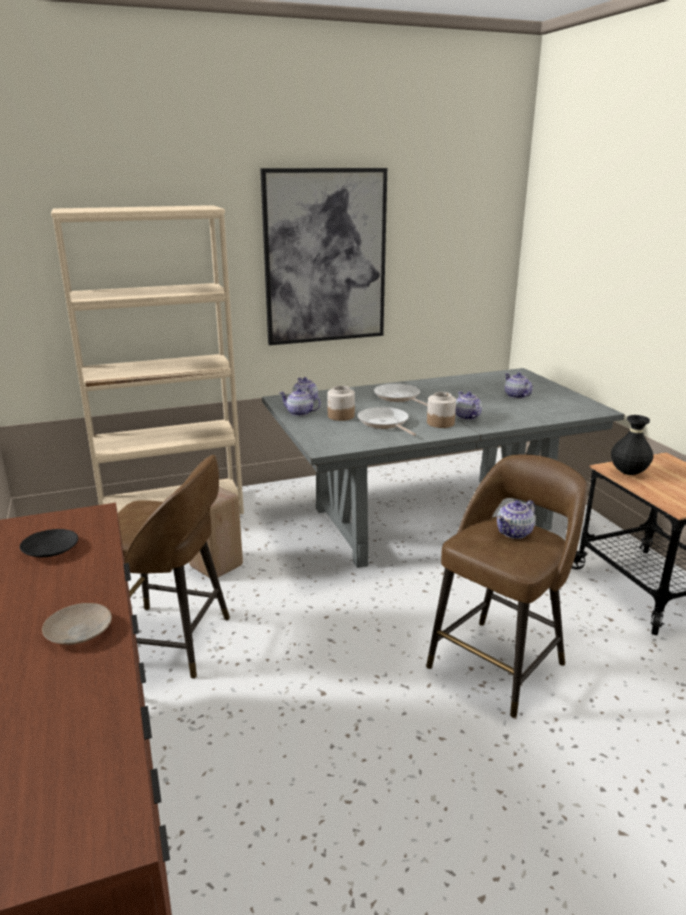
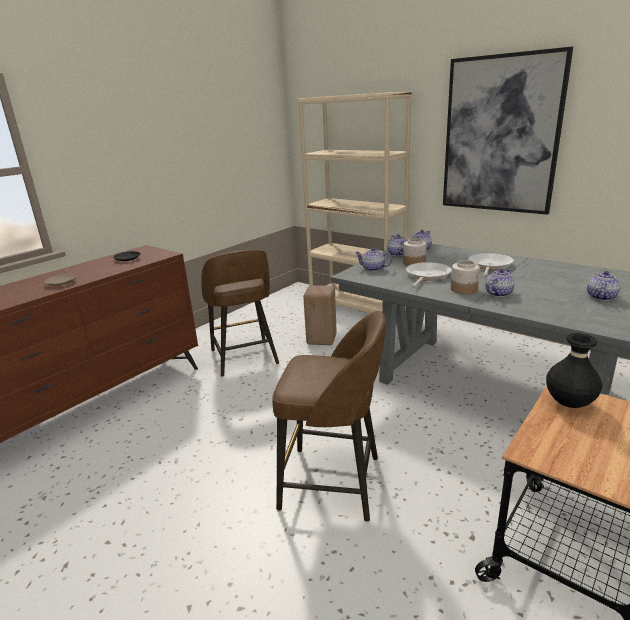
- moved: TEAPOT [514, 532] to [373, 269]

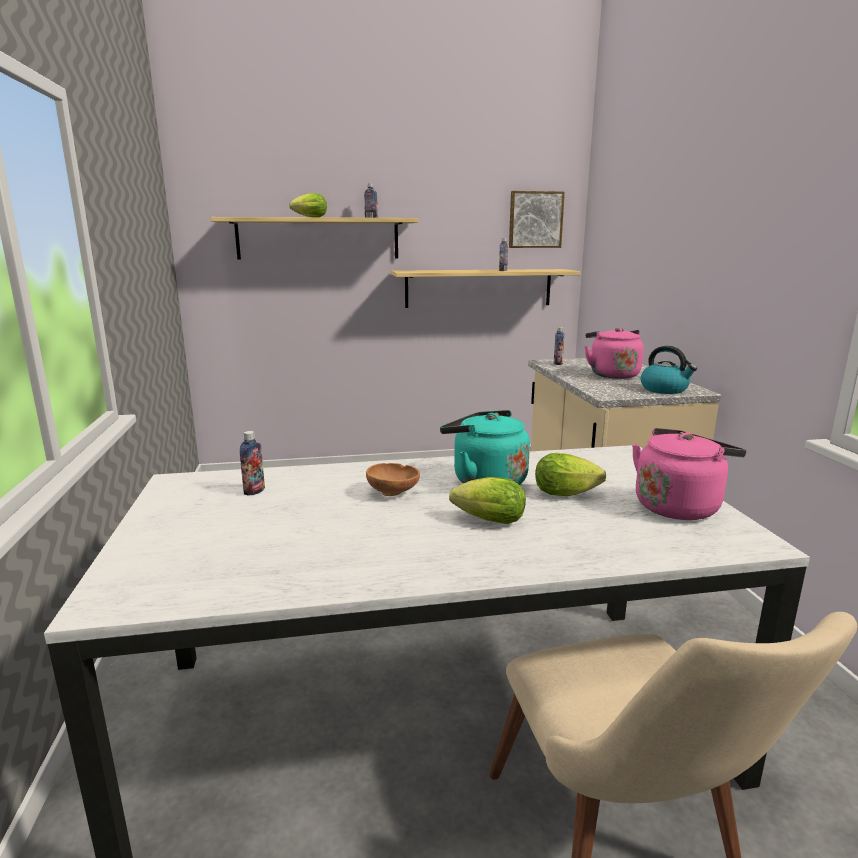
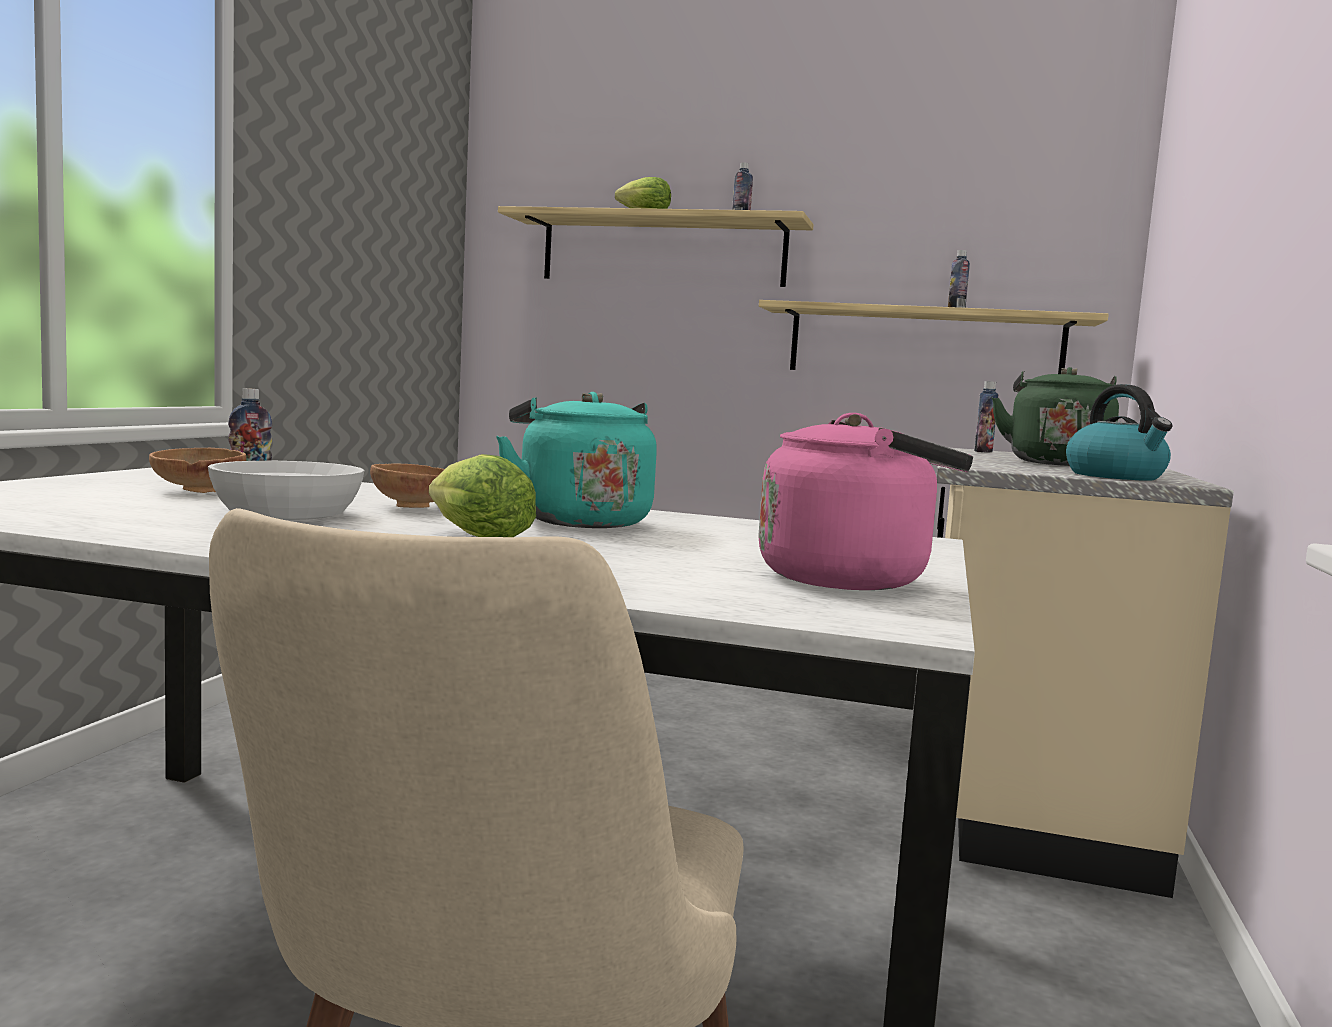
- removed: WALL PICTURE [535, 220]
- recoloured: PINKISH KETTLE [612, 374] to GREEN KETTLE [1056, 463]
- removed: LETTUCE [569, 494]
- added: BROWNISH DEEP DISH [196, 491]
- added: WHITISH DEEP DISH [287, 513]

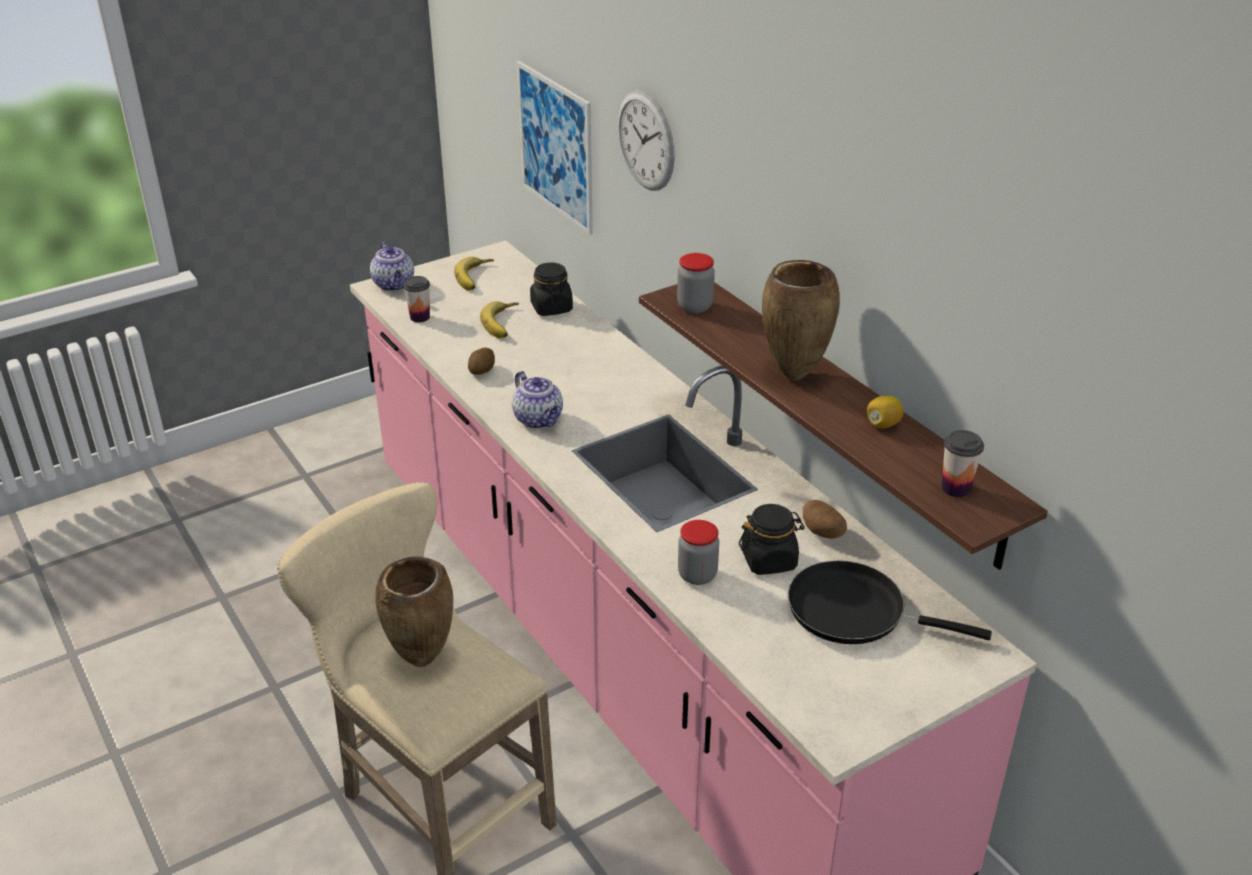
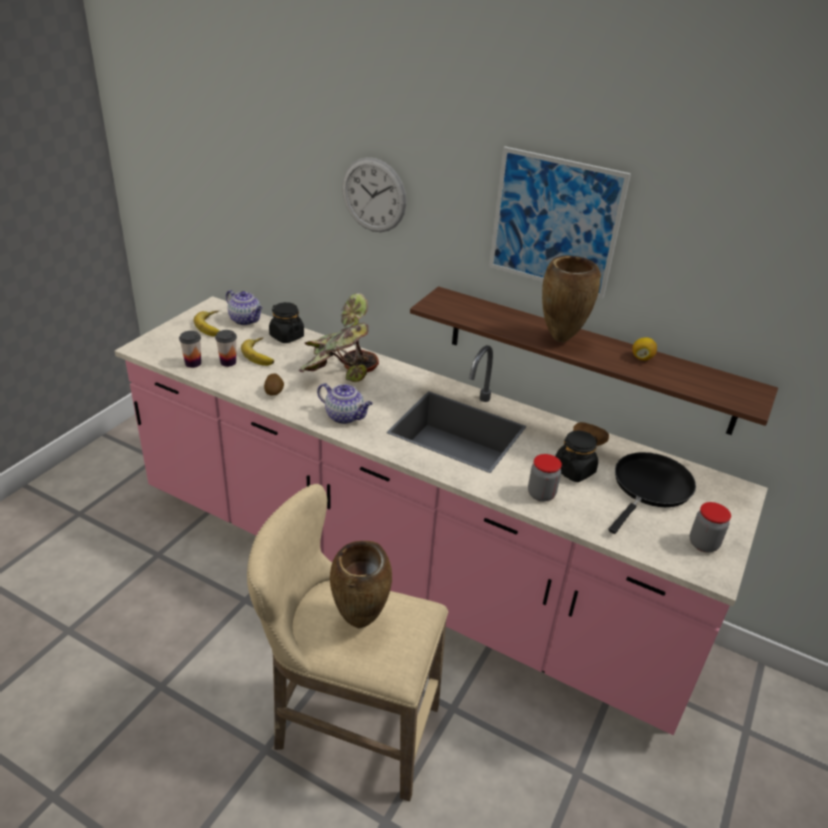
- moved: WALL PICTURE [555, 147] to [555, 223]
- moved: TEAPOT [394, 285] to [246, 320]
- moved: STORAGE JAR [694, 306] to [703, 544]
- moved: CUP [955, 488] to [228, 362]
- turned: BLACK PAN [854, 611] = [650, 488] 135 degrees clockwise
- added: PLANT IN A POT [338, 370]

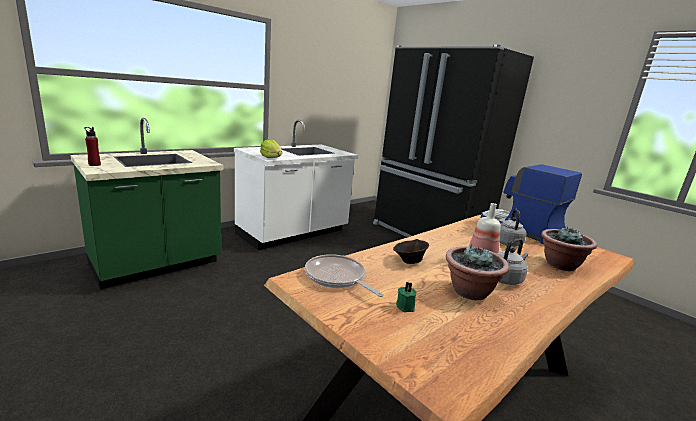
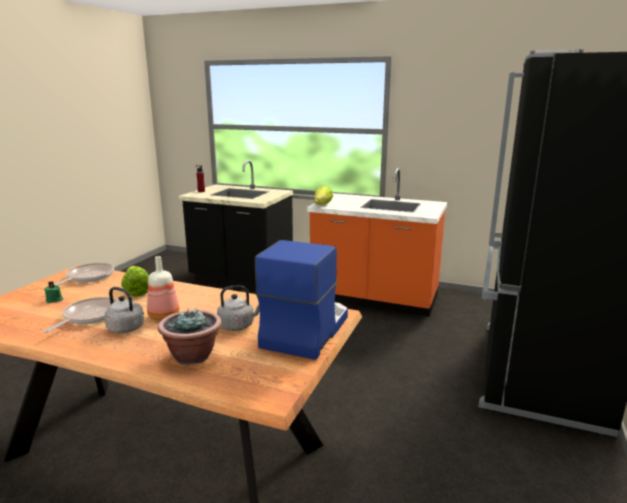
- recoloured: GREEN KITCHEN COUNTER [156, 265] to BLACK KITCHEN COUNTER [241, 279]
- recoloured: WHITISH KITCHEN COUNTER [294, 233] to ORANGE-COLOURED KITCHEN COUNTER [374, 299]
- replaced: BROWNISH DEEP DISH [409, 261] to LETTUCE [136, 291]
- replaced: PLANT IN A POT [469, 292] to PAN [89, 317]

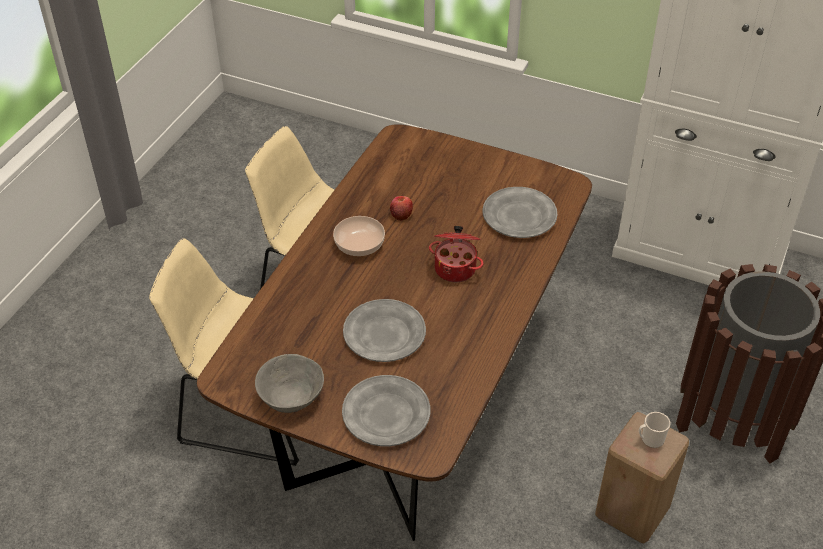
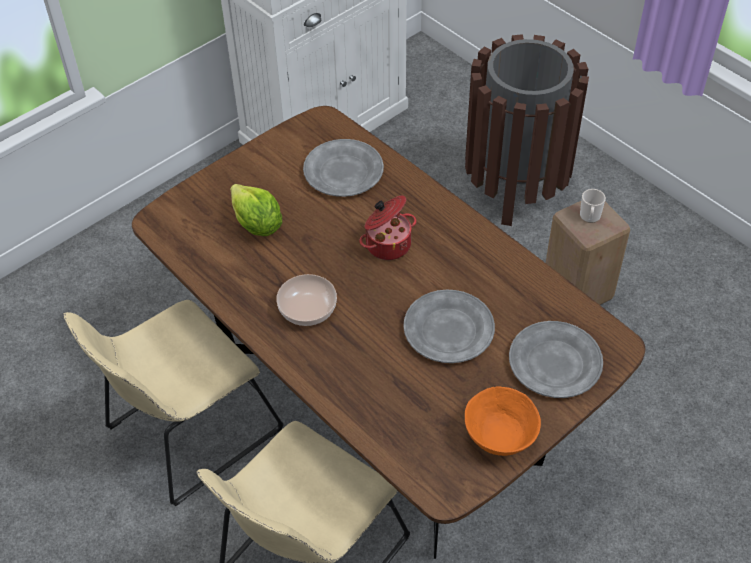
- removed: APPLE FRUIT [401, 214]
- recoloured: GREY DEEP DISH [291, 399] to ORANGE-COLOURED DEEP DISH [501, 436]
- added: LETTUCE [257, 225]

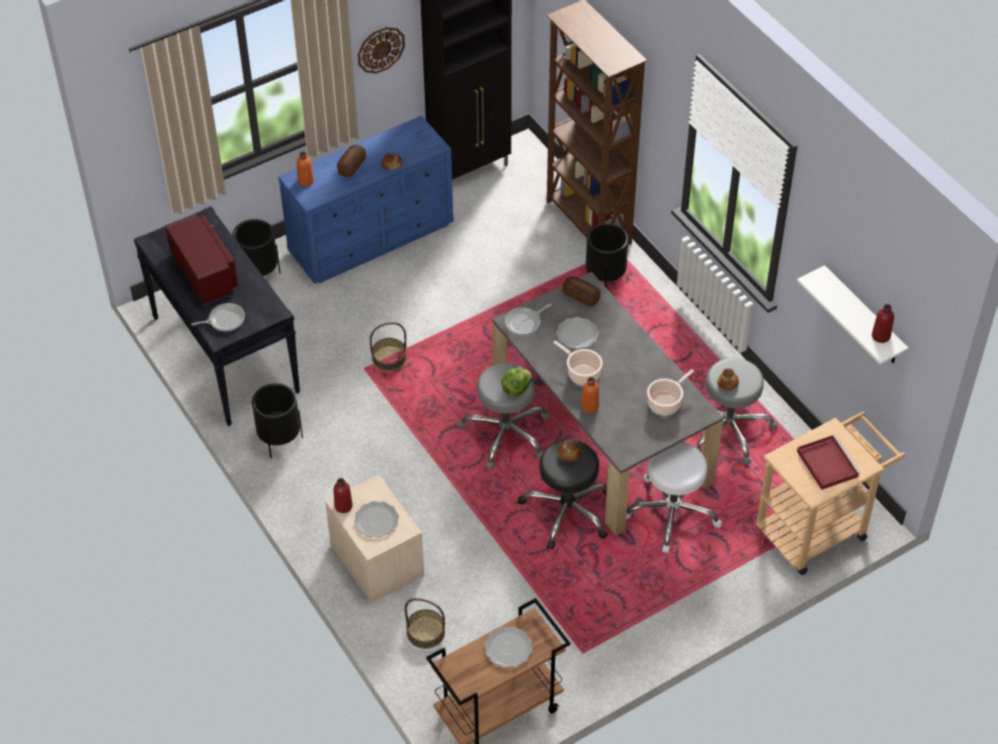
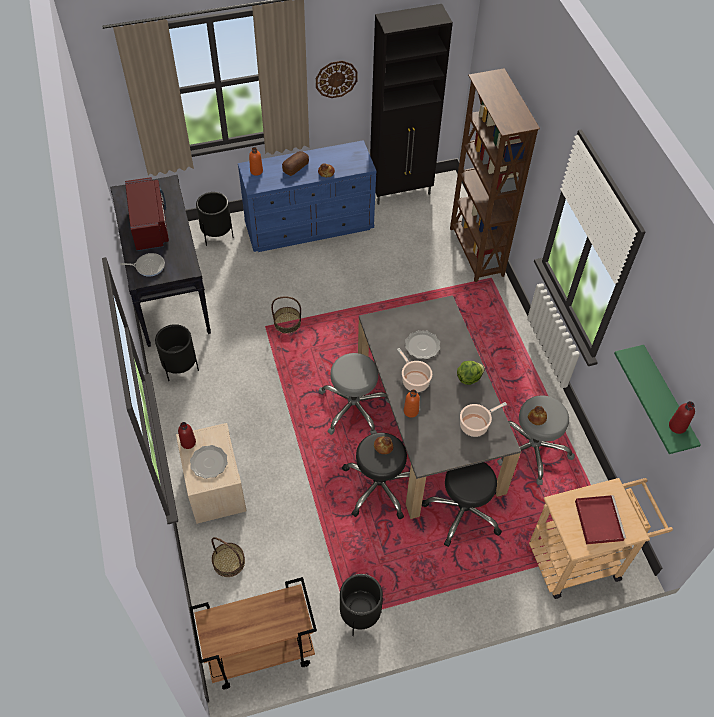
- moved: BLACK PLANT POT [605, 280] to [360, 616]
- recoloured: WHITISH SHELF [863, 317] to GREEN SHELF [666, 401]
- removed: BAKERY BREAD [581, 296]
- removed: PAN [524, 323]
- moved: LETTUCE [515, 389] to [468, 378]
- recoloured: WHITISH STOOL SEAT [671, 512] to BLACK STOOL SEAT [463, 510]
- removed: FLAT DISH [508, 648]

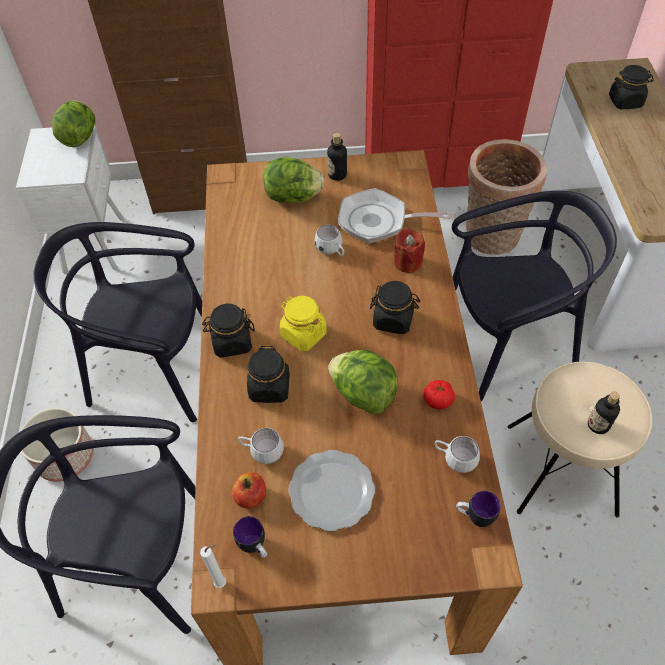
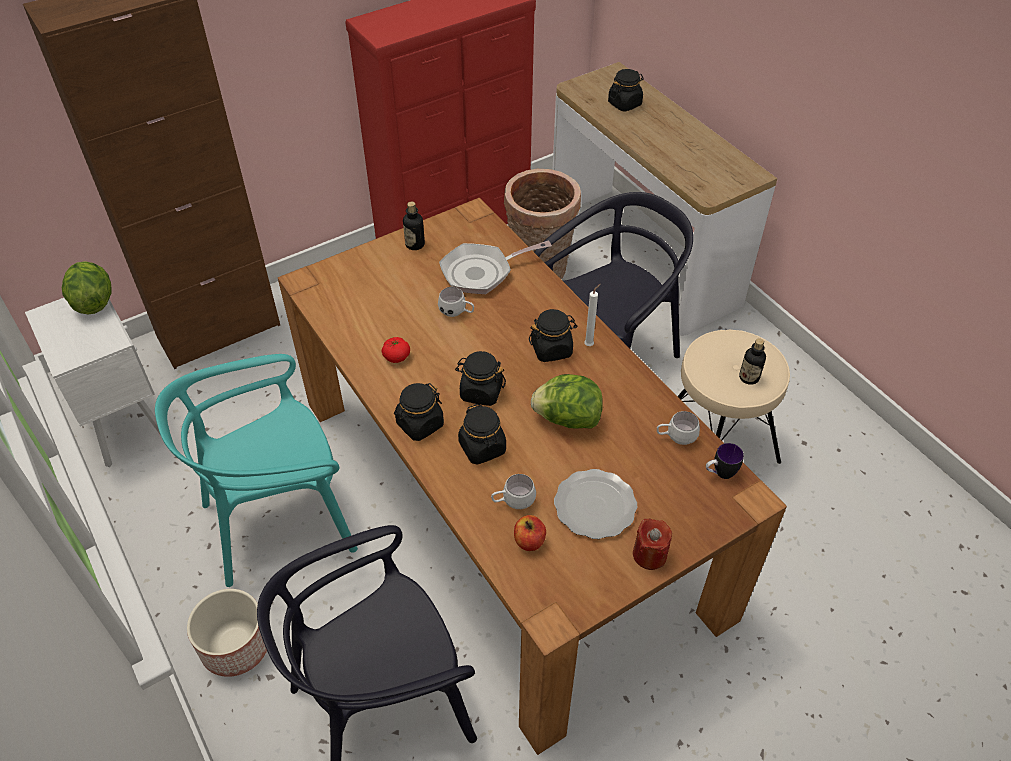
- removed: LETTUCE [293, 197]
- recoloured: BLACK CHAIR [154, 370] to TURQUOISE-COLOURED CHAIR [280, 521]
- moved: RED-COLOURED WAX CANDLE [407, 262] to [649, 555]
- recoloured: YELLOW STORAGE JAR [303, 334] to BLACK STORAGE JAR [481, 392]
- moved: TOMATO [438, 400] to [396, 356]
- removed: COFFEE MUG [255, 548]
- moved: WHITISH WAX CANDLE [222, 583] to [590, 344]

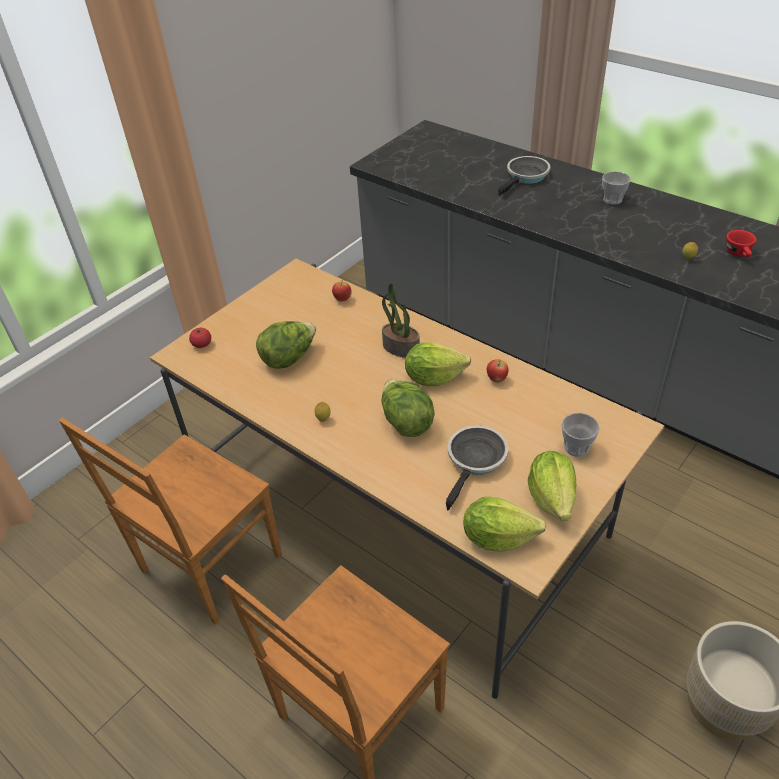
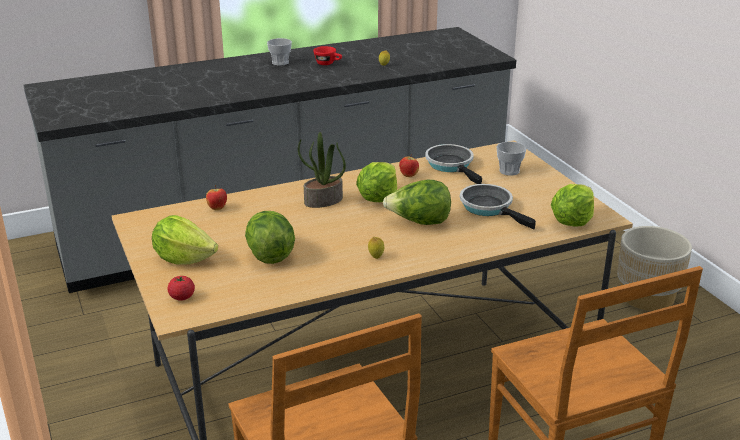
- moved: PAN [526, 177] to [451, 165]
- moved: RED-COLOURED CUP [739, 254] to [328, 63]
- moved: LETTUCE [552, 498] to [184, 258]

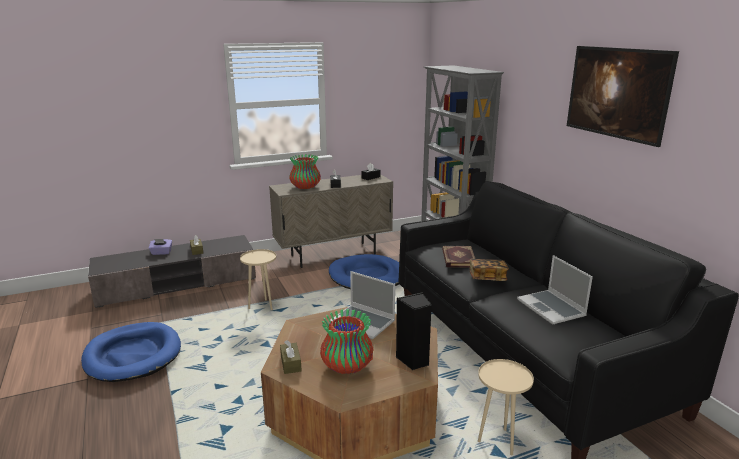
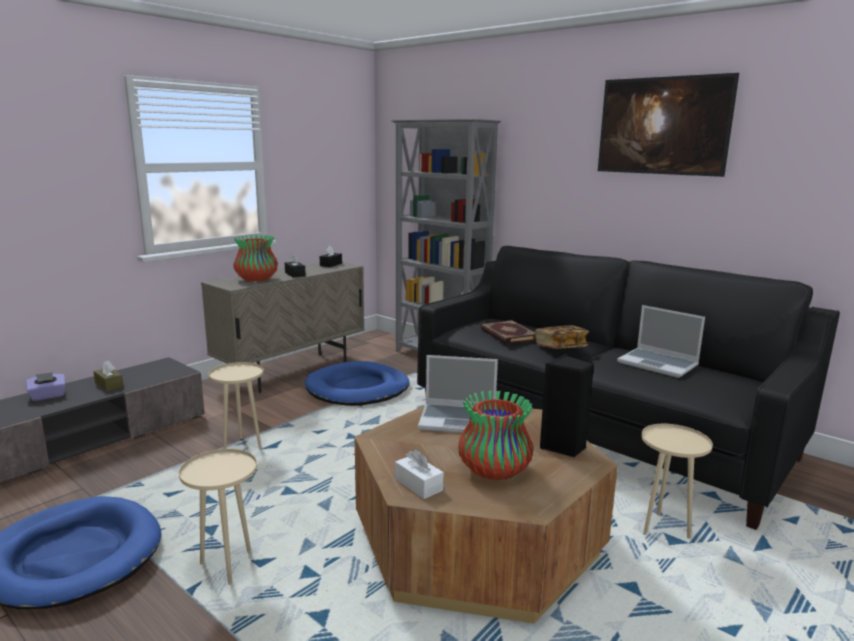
- recoloured: BROWNISH TISSUE BOX [290, 363] to WHITISH TISSUE BOX [418, 485]
- added: BEIGE-COLOURED ACCENT TABLE [227, 567]

